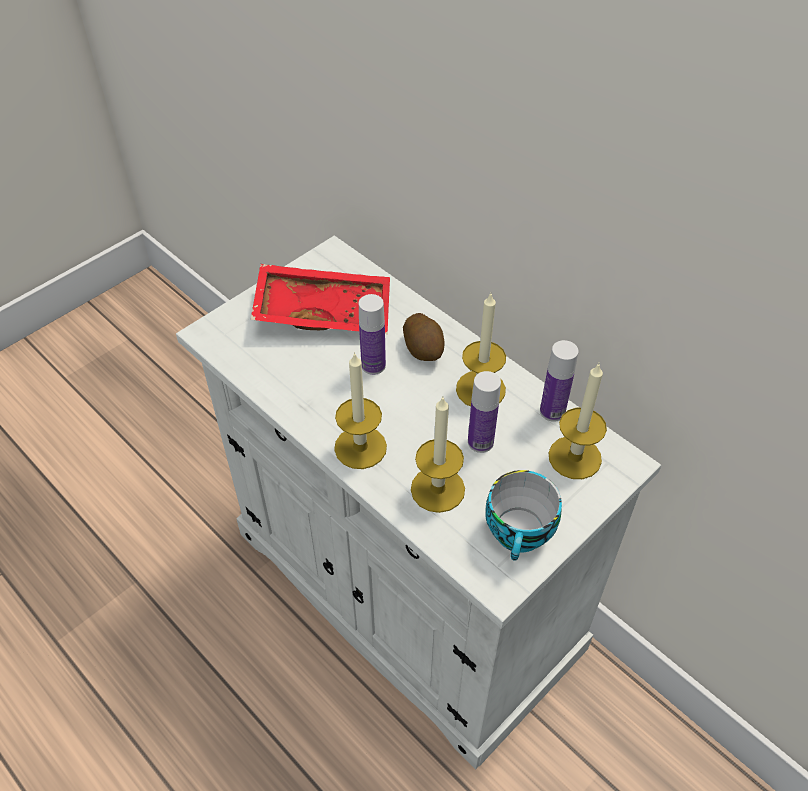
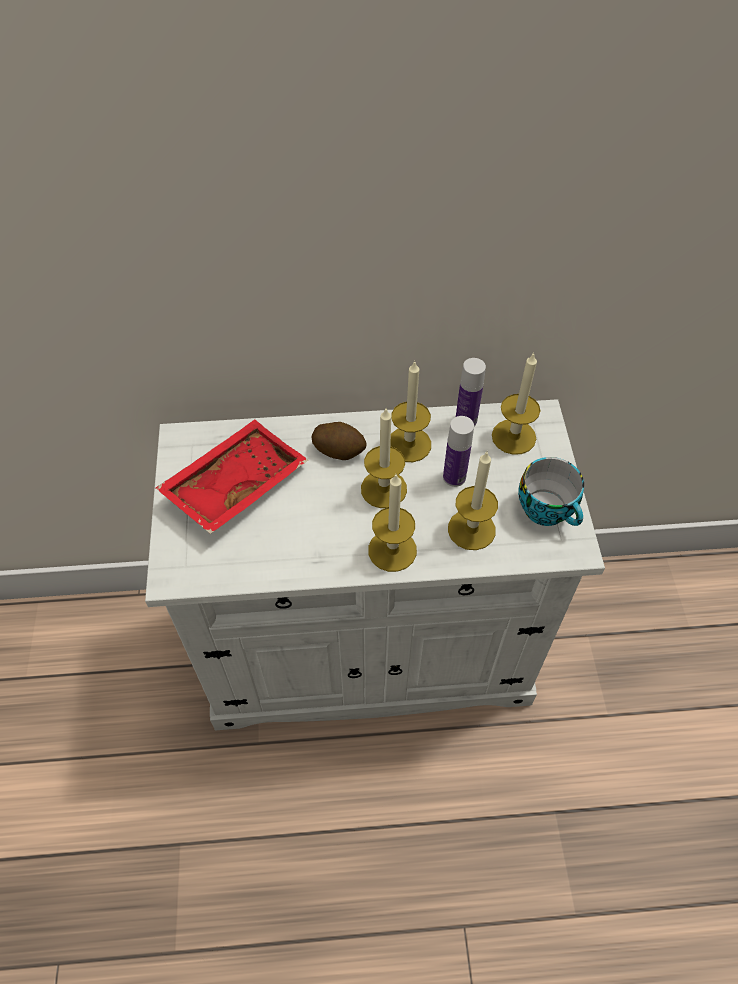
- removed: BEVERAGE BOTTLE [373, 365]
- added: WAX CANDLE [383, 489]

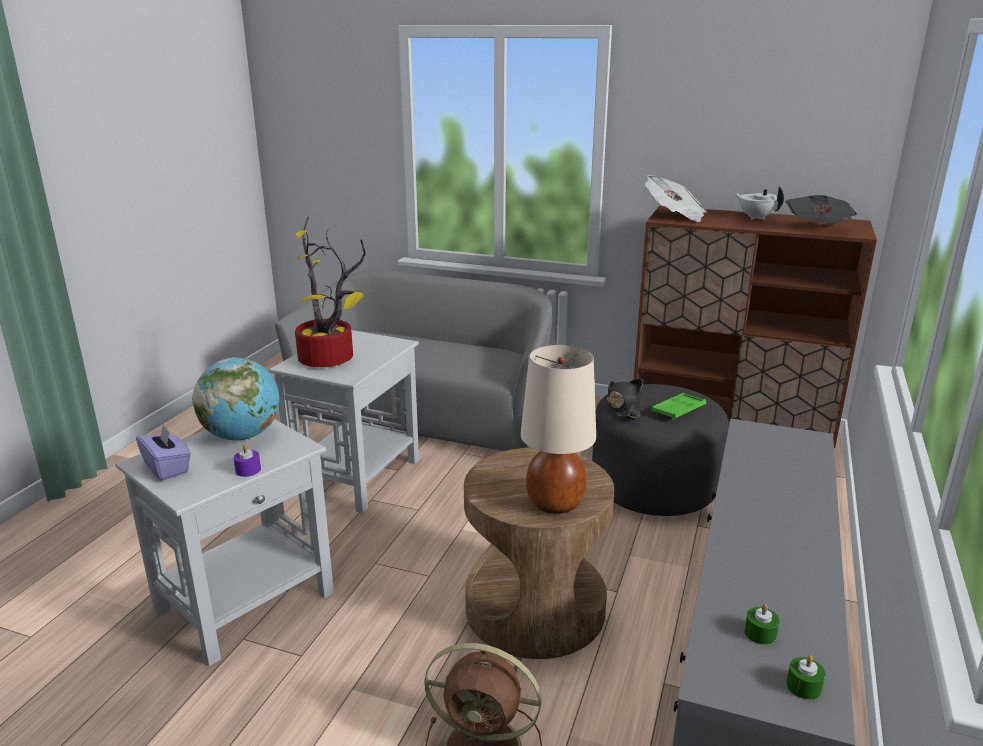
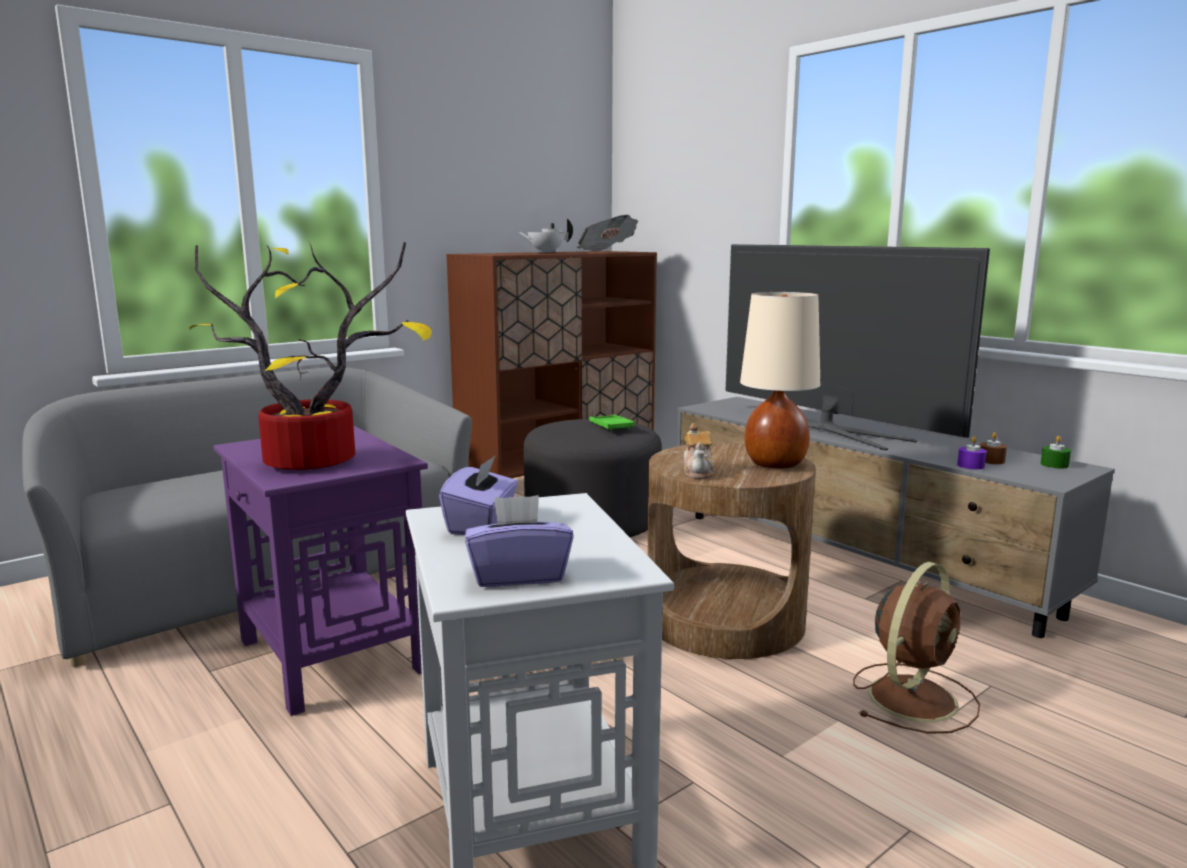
- removed: NEWSPAPER [674, 216]
- recoloured: WHITISH ACCENT TABLE [355, 476] to PURPLE-COLOURED ACCENT TABLE [333, 656]
- replaced: DESK GLOBE [242, 436] to PURPLE-COLOURED TISSUE BOX [482, 524]
- removed: BLACK CLOTHING HAT [624, 406]
- moved: PURPLE-COLOURED WAX CANDLE [248, 470] to [970, 465]
- recoloured: GREEN WAX CANDLE [760, 633] to BROWNISH WAX CANDLE [991, 461]
- added: TELEVISION [829, 430]
- added: TEAPOT [698, 472]

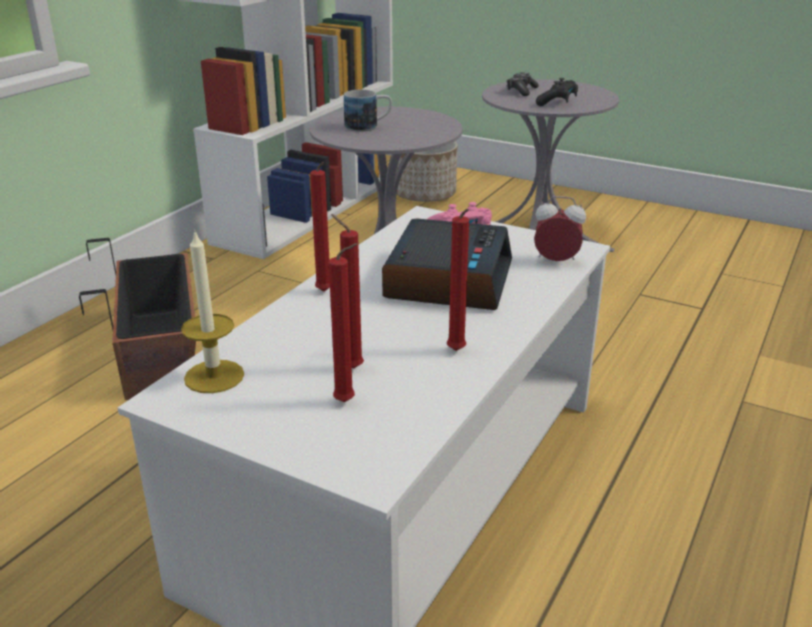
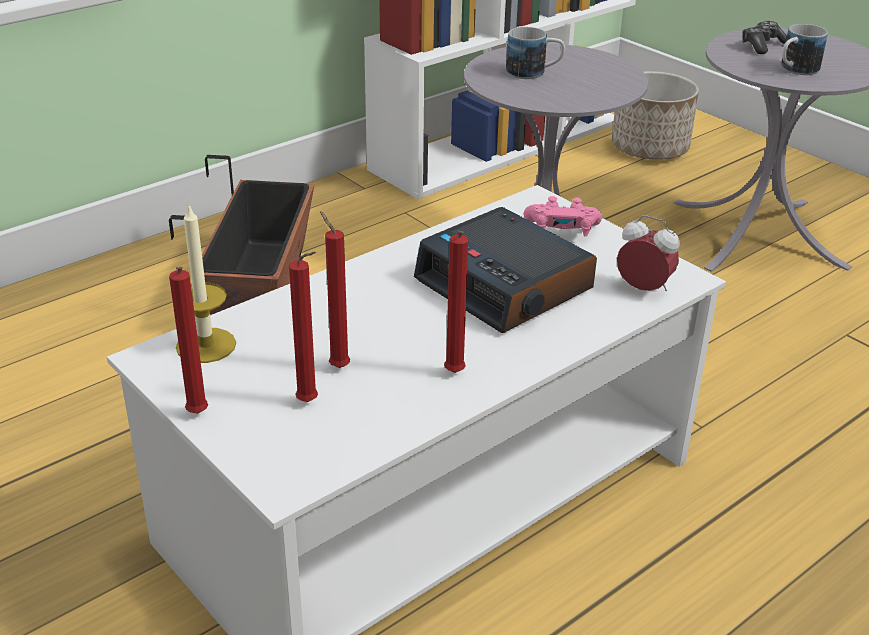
- replaced: BLACK JOYPAD [557, 102] to COFFEE MUG [794, 70]
- moved: RED-COLOURED WAX CANDLE [325, 292] to [197, 416]
- turned: TABLE CLOCK [448, 278] = [506, 285] 105 degrees clockwise

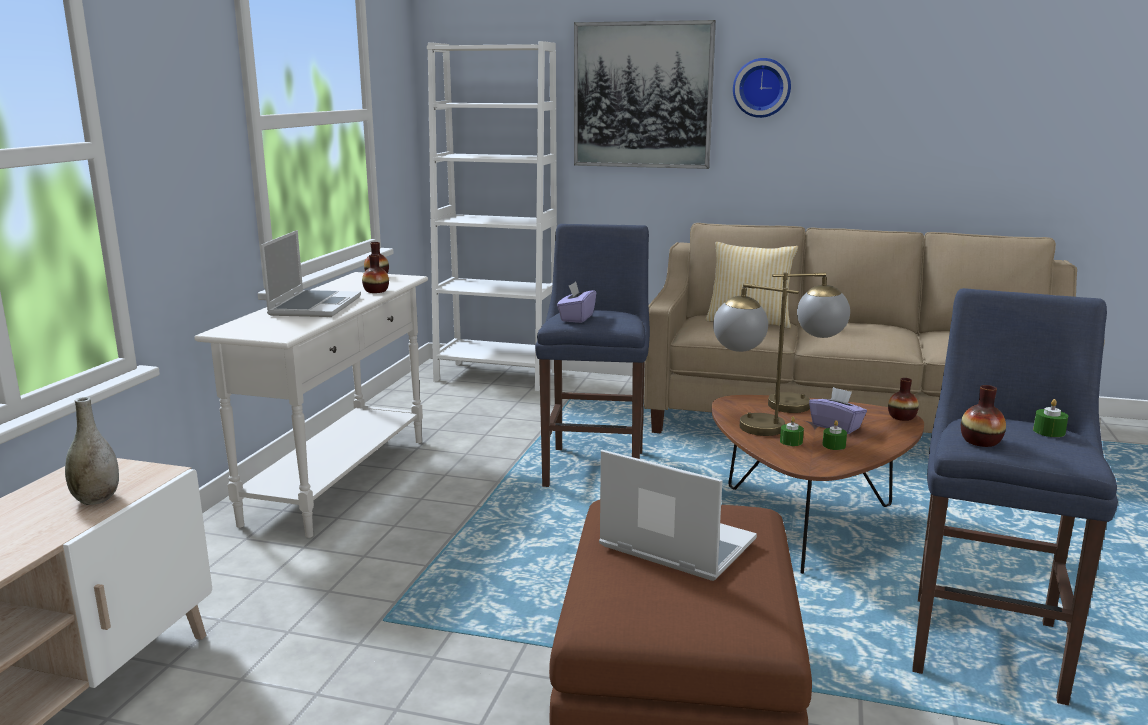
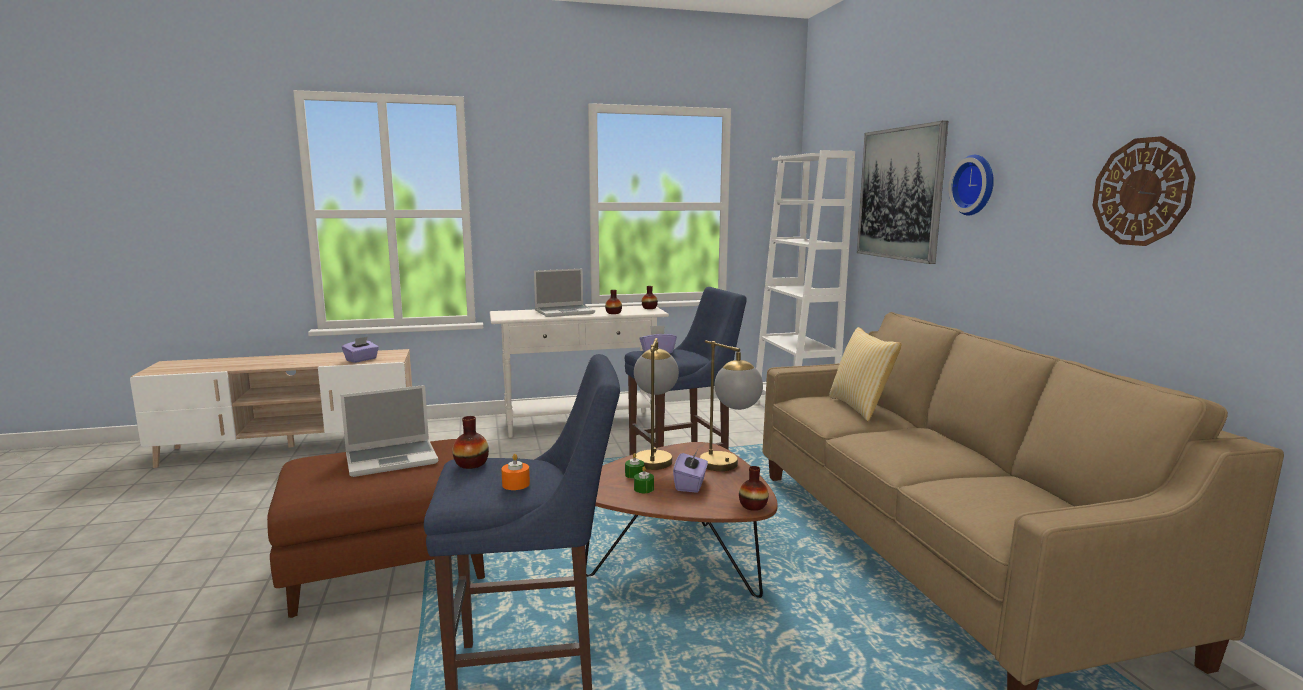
- replaced: GREY DECORATIVE VASE [96, 499] to PURPLE-COLOURED TISSUE BOX [361, 359]
- recoloured: GREEN WAX CANDLE [1049, 431] to ORANGE-COLOURED WAX CANDLE [516, 484]
- turned: NOTEBOOK COMPUTER [674, 544] = [393, 459] 60 degrees clockwise
- added: WALL CLOCK [1142, 192]

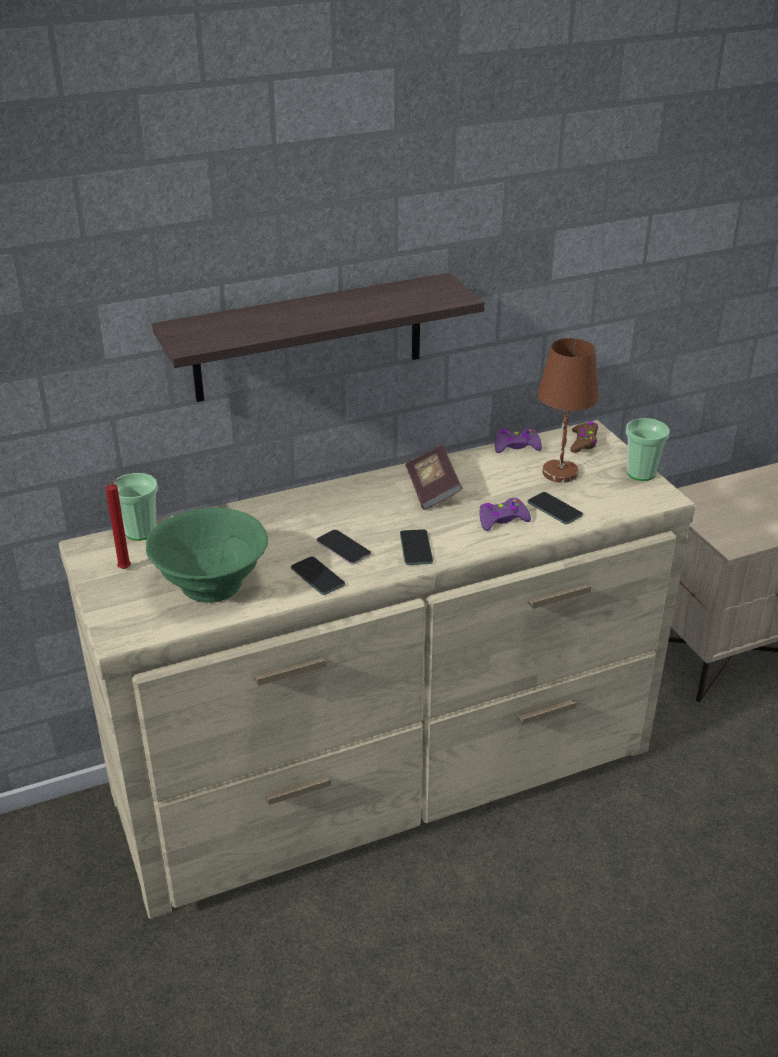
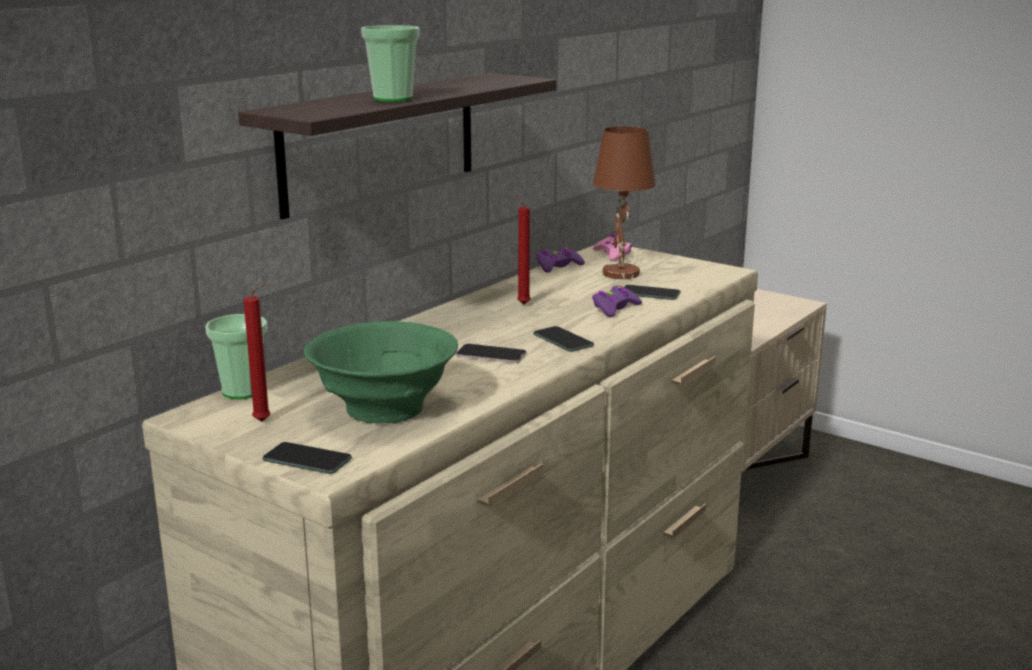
- moved: CUP [641, 473] to [393, 99]
- recoloured: BROWNISH JOYPAD [583, 442] to PINKISH JOYPAD [613, 254]
- replaced: BOOK [432, 490] to RED-COLOURED WAX CANDLE [522, 303]
- moved: HANDSET [317, 576] to [307, 459]

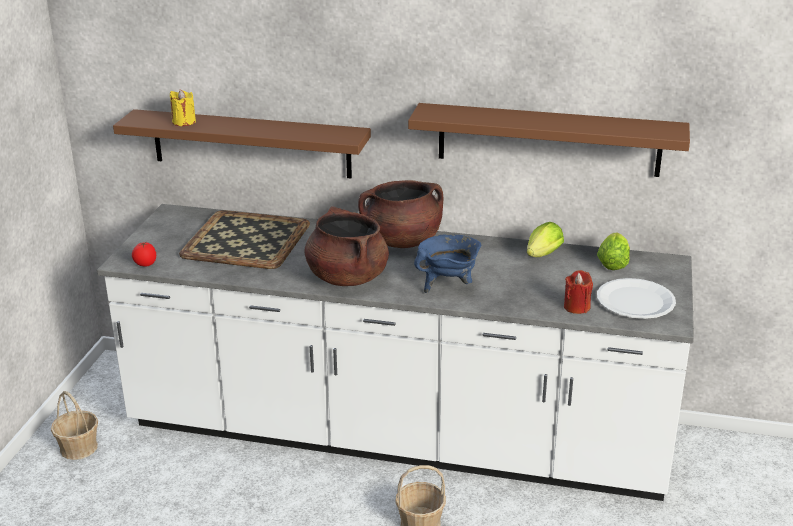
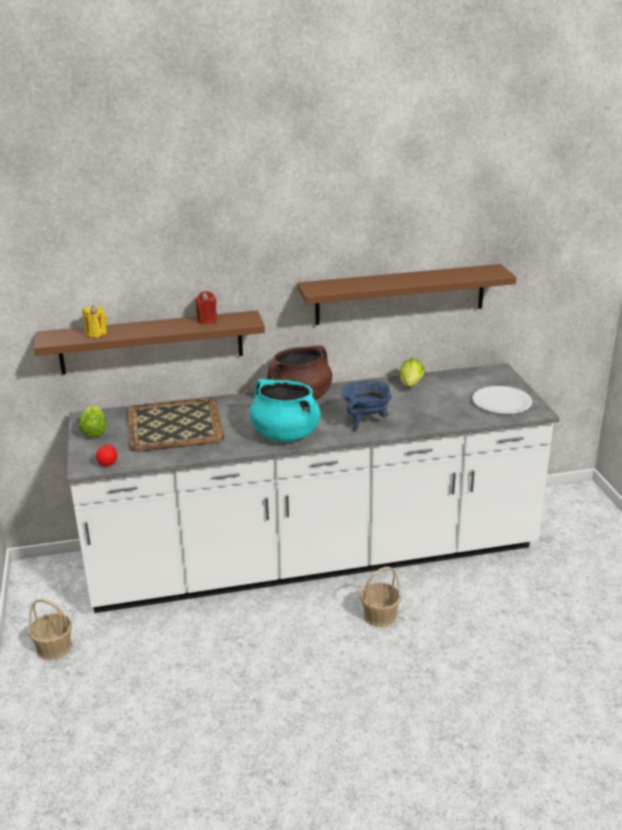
- recoloured: BROWNISH STOCKPOT [347, 277] to TURQUOISE-COLOURED STOCKPOT [285, 434]
- moved: LETTUCE [613, 263] to [94, 431]
- moved: RED-COLOURED WAX CANDLE [576, 307] to [207, 320]

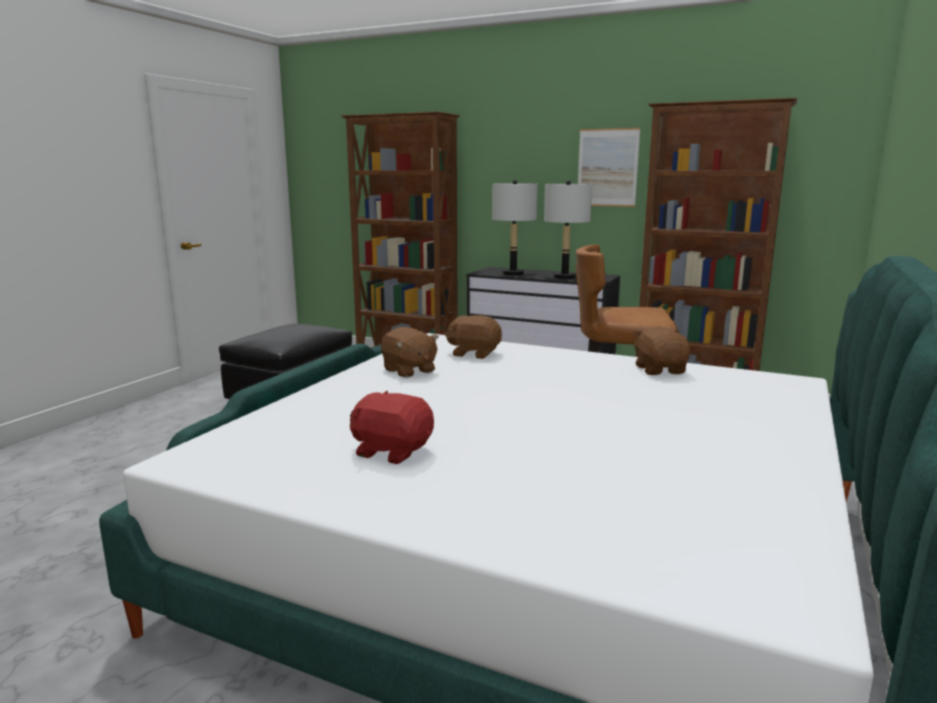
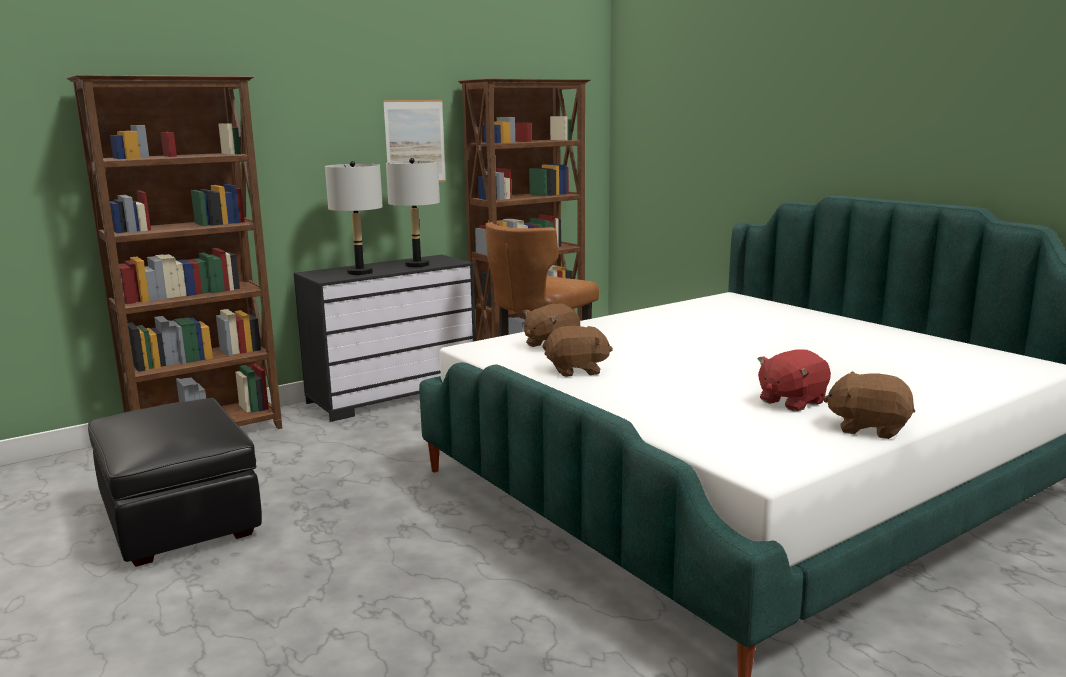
- moved: BROWNISH CUDDLY TOY [660, 370] to [868, 428]

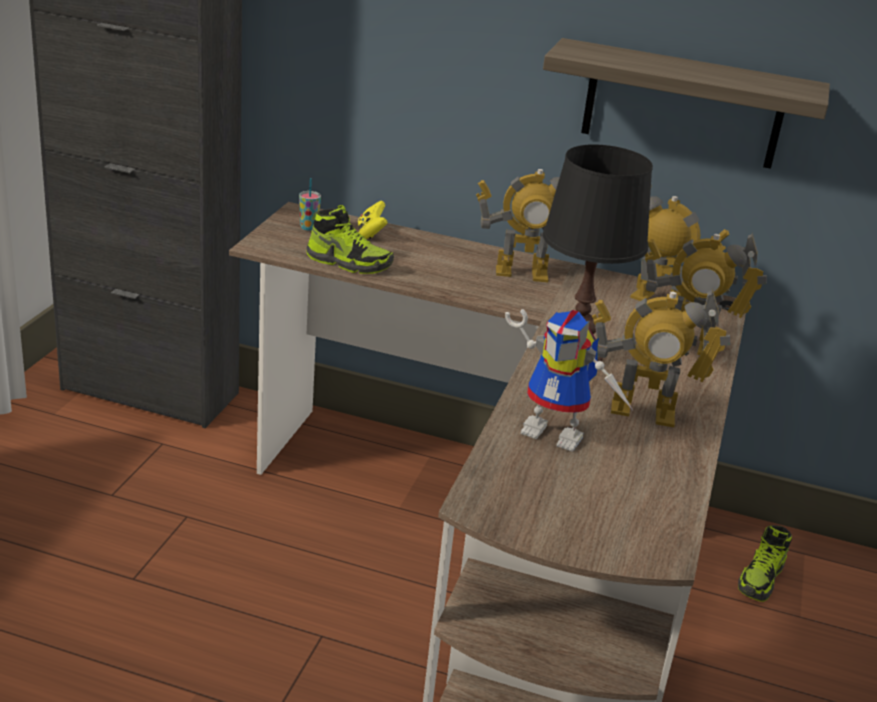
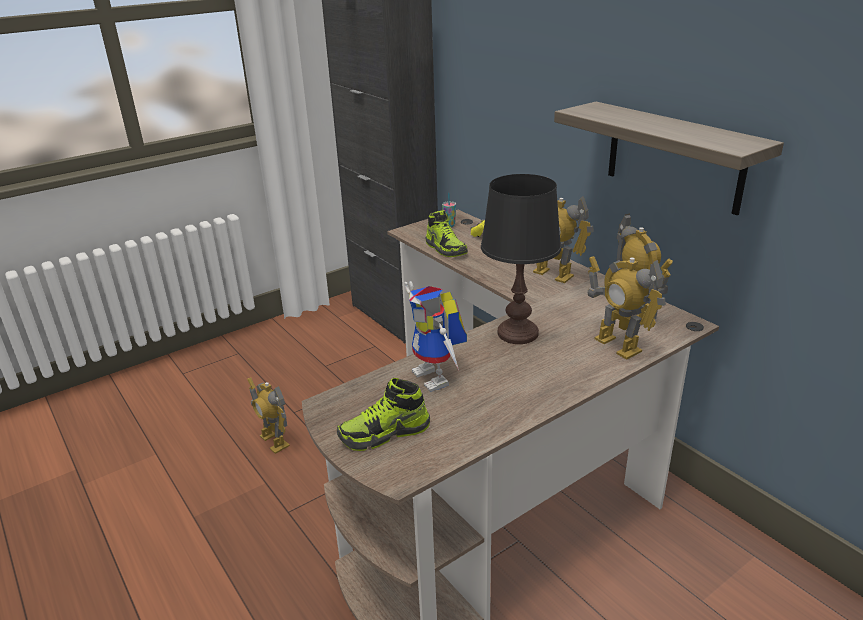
- moved: MODEL ROBOT [643, 412] to [274, 441]
- moved: LOW SHOE [761, 579] to [385, 434]

